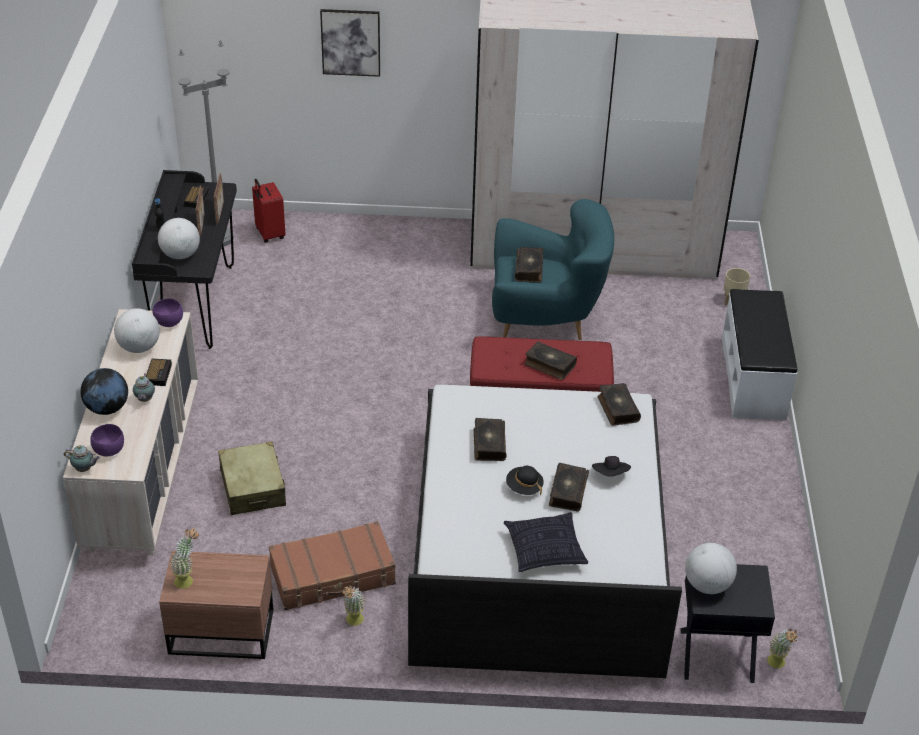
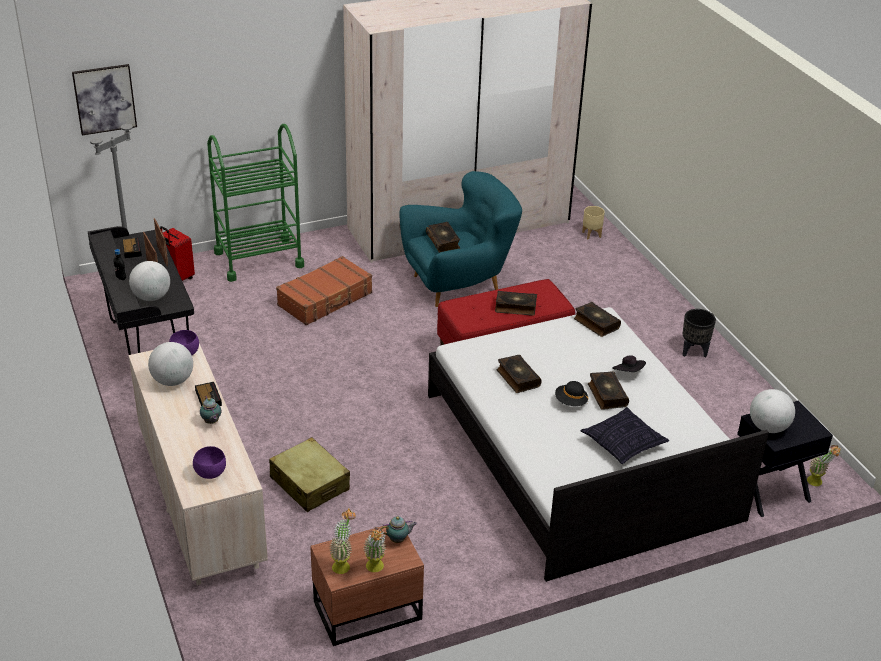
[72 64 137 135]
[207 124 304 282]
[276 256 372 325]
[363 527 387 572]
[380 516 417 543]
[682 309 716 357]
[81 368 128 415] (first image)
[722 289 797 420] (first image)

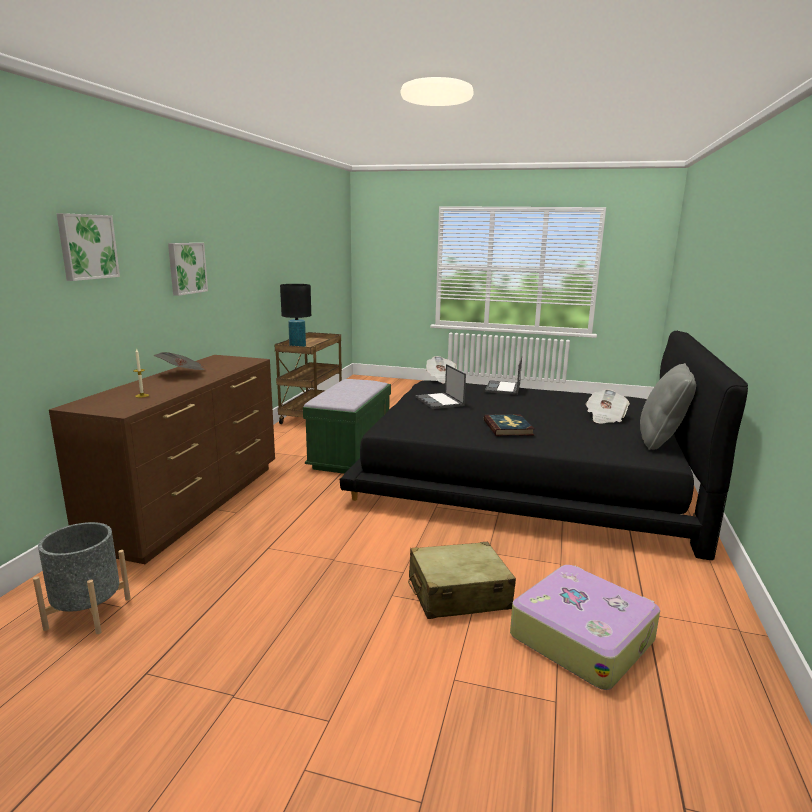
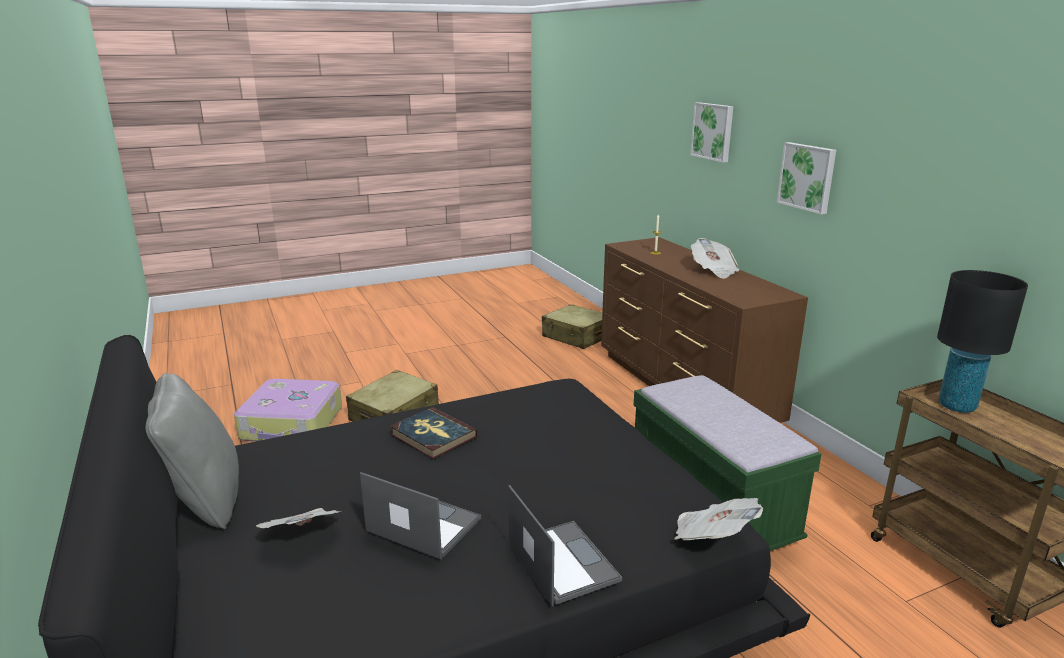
[360 472 481 560]
[542 304 602 349]

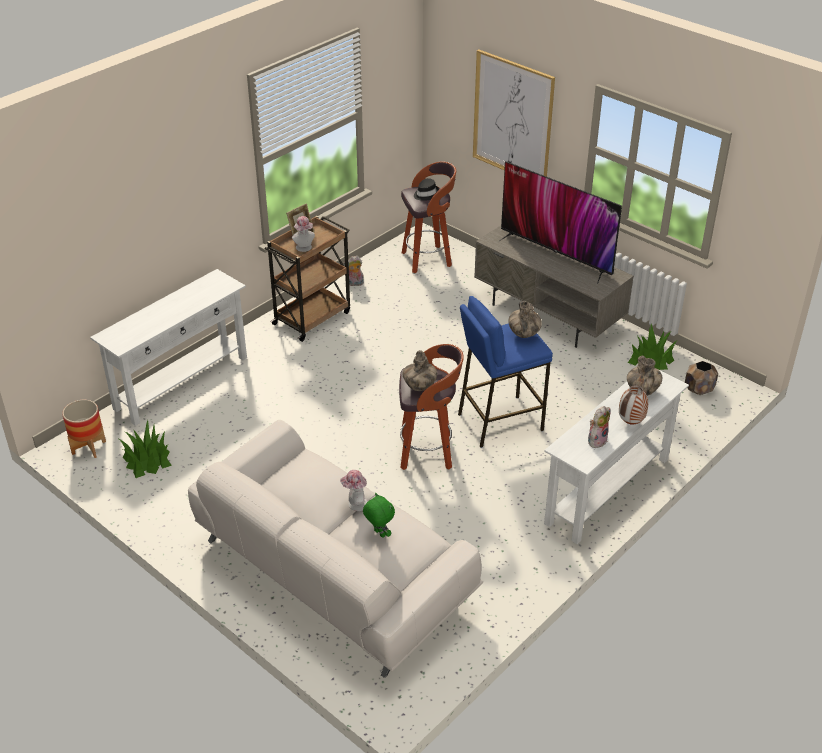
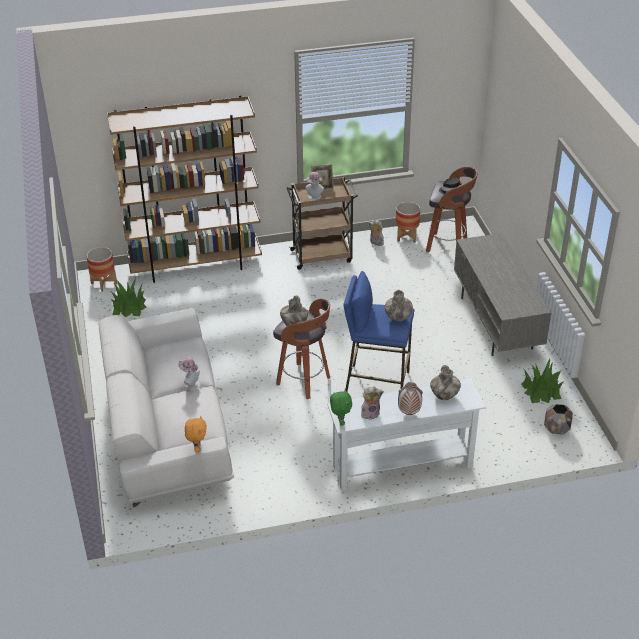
[107 95 262 283]
[185 416 207 452]
[330 389 352 426]
[396 202 420 243]
[473 50 555 177] (first image)
[499 161 622 284] (first image)

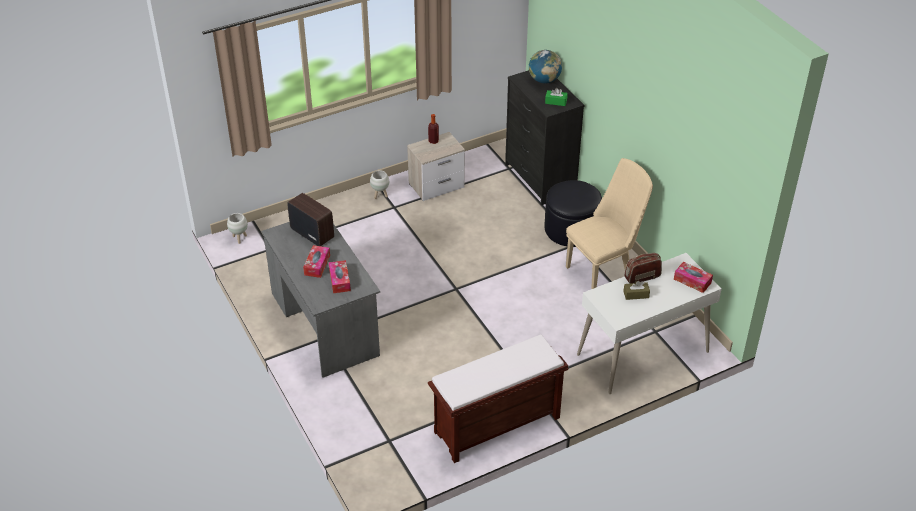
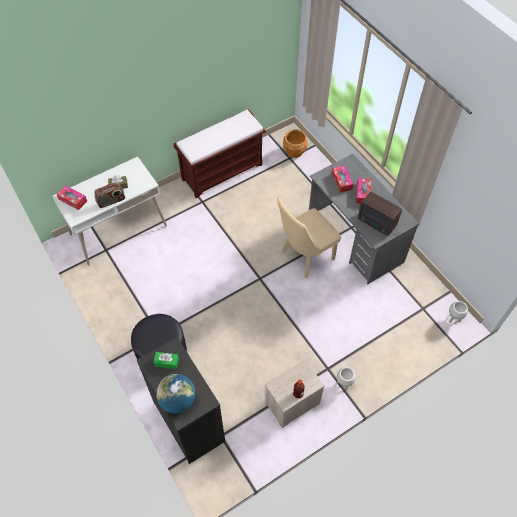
[277 198 341 278]
[283 130 308 158]

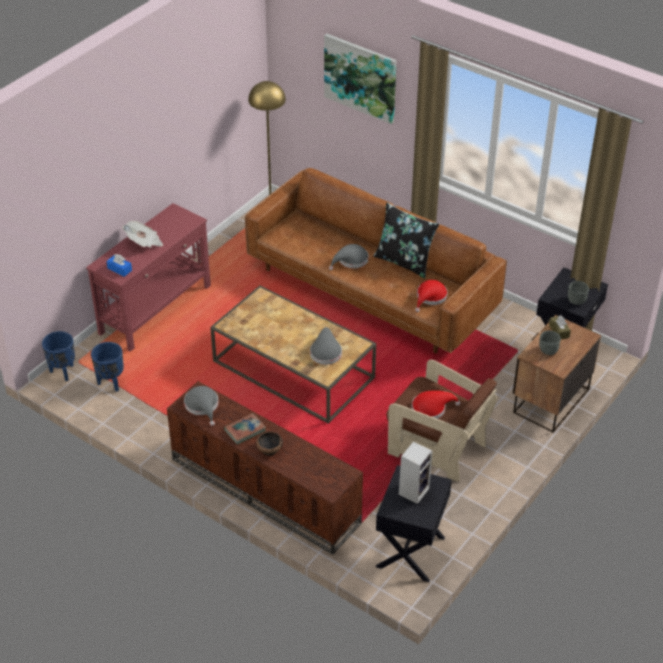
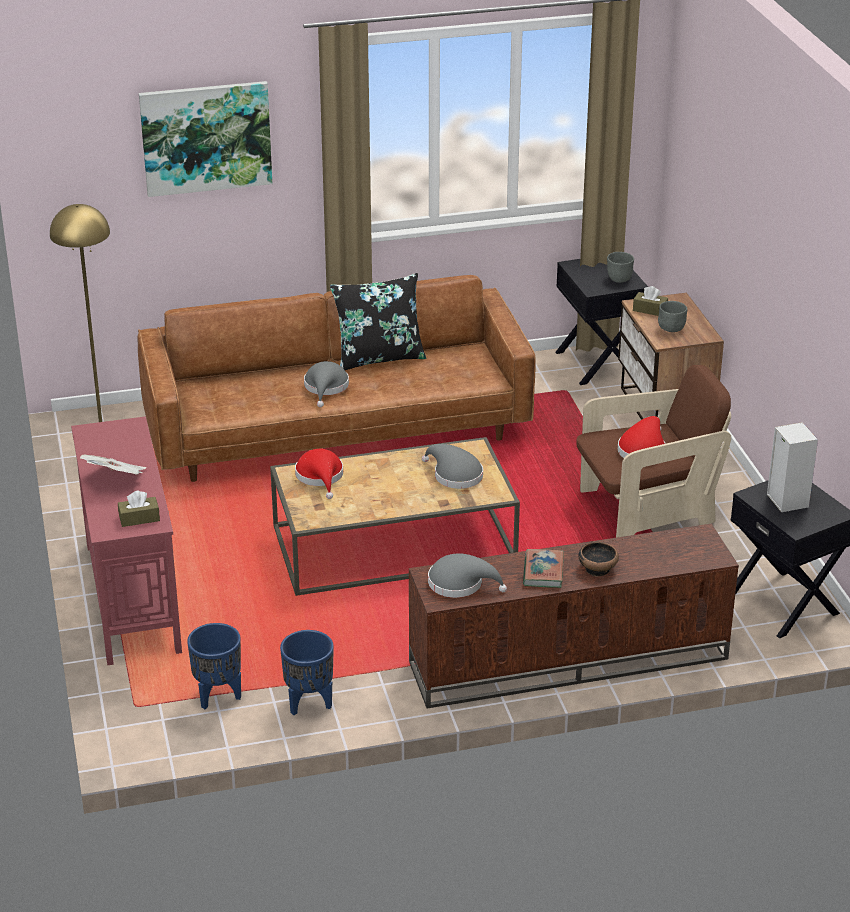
[118 490 160 527]
[280 630 334 715]
[295 449 343 499]

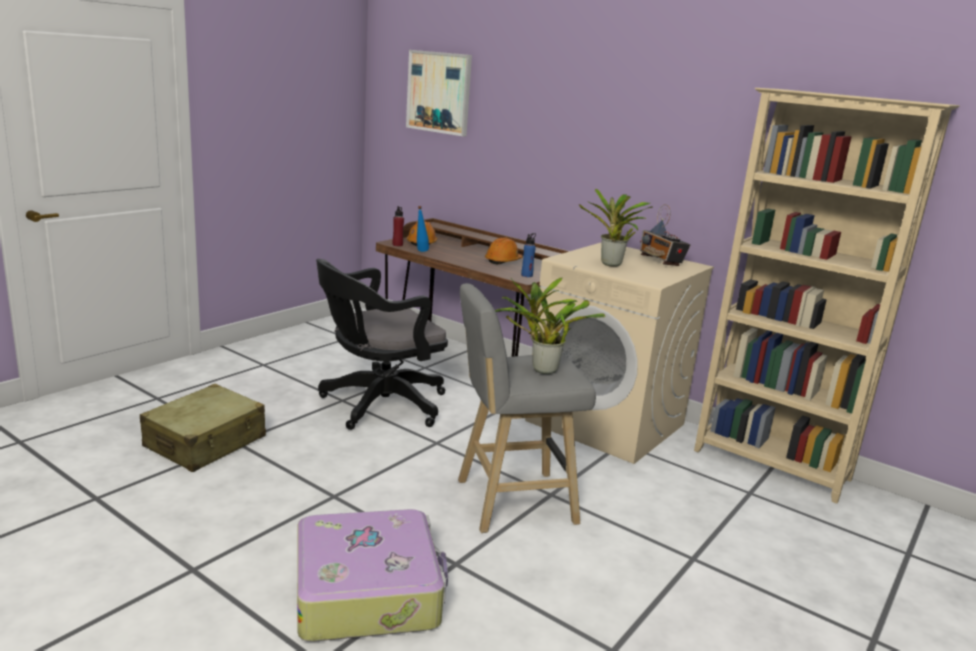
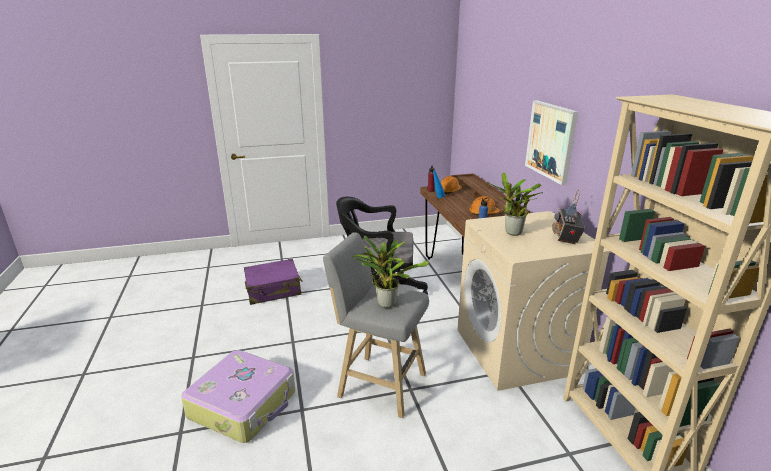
[244 259 303 305]
[525 100 578 185]

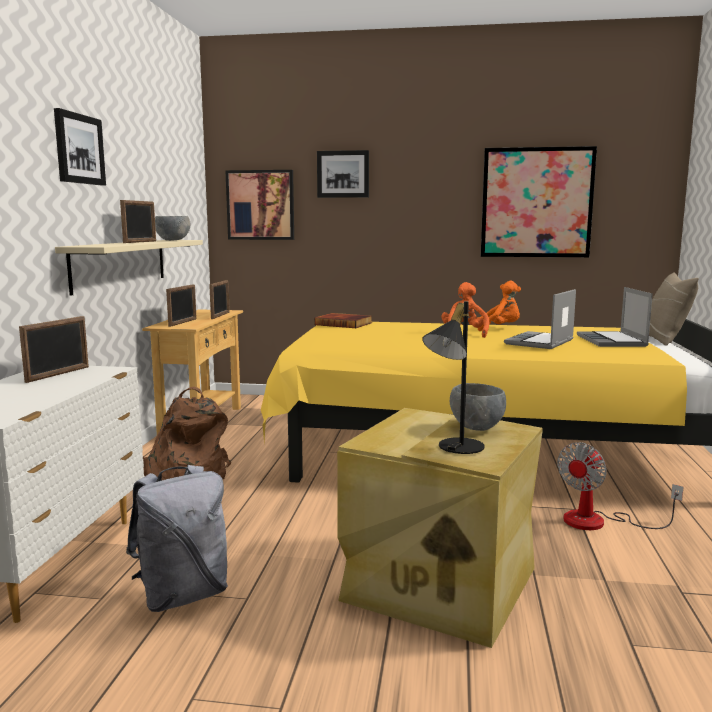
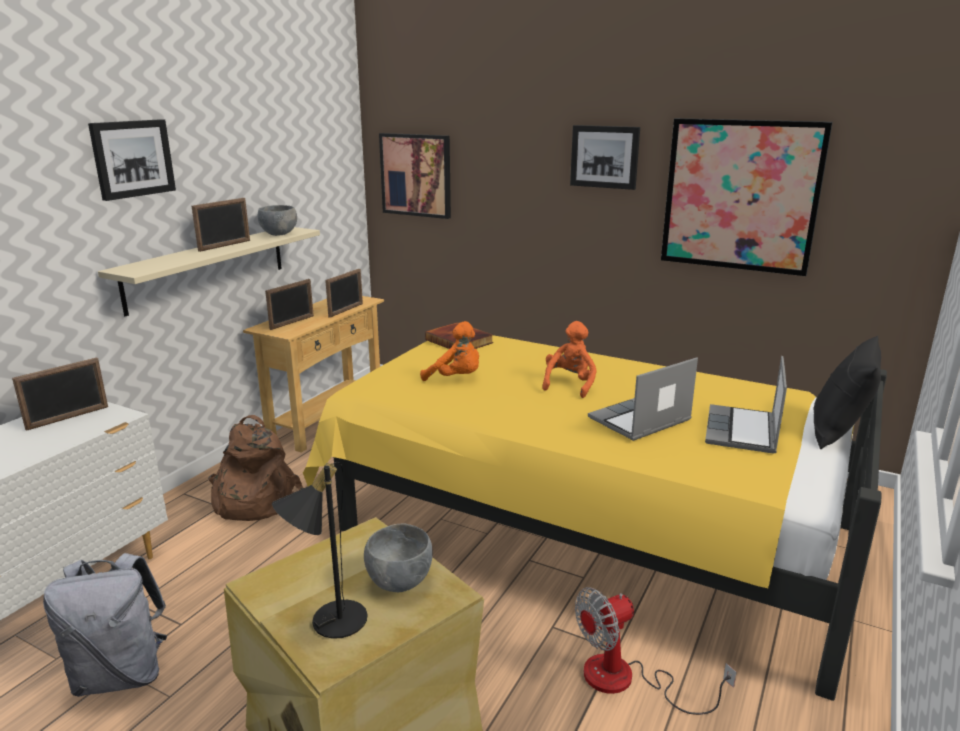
[420 321 479 381]
[570 125 640 190]
[813 336 881 449]

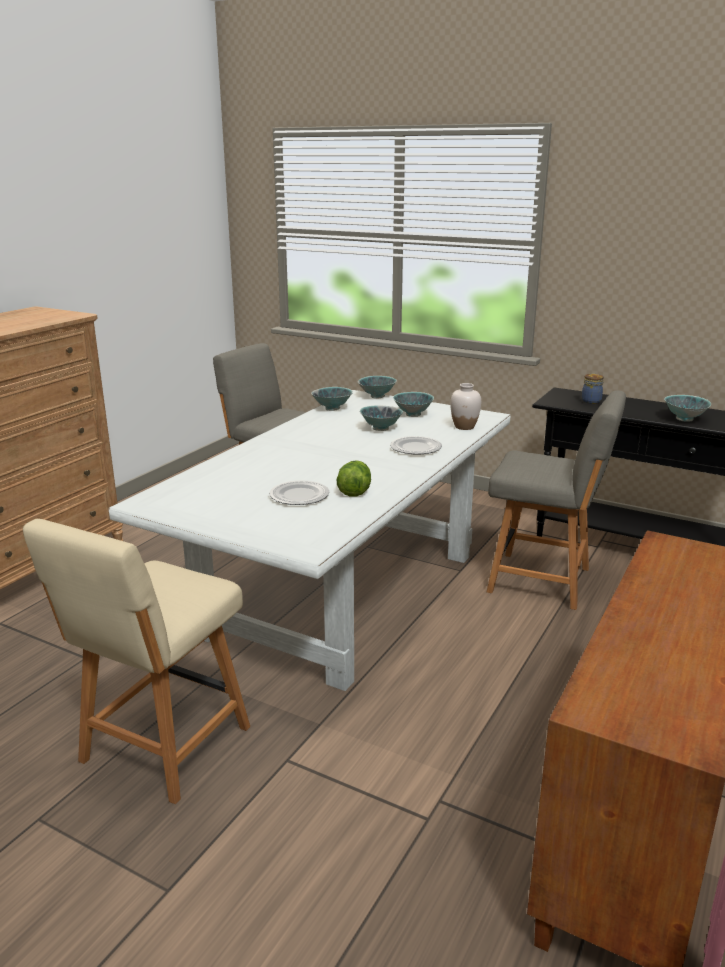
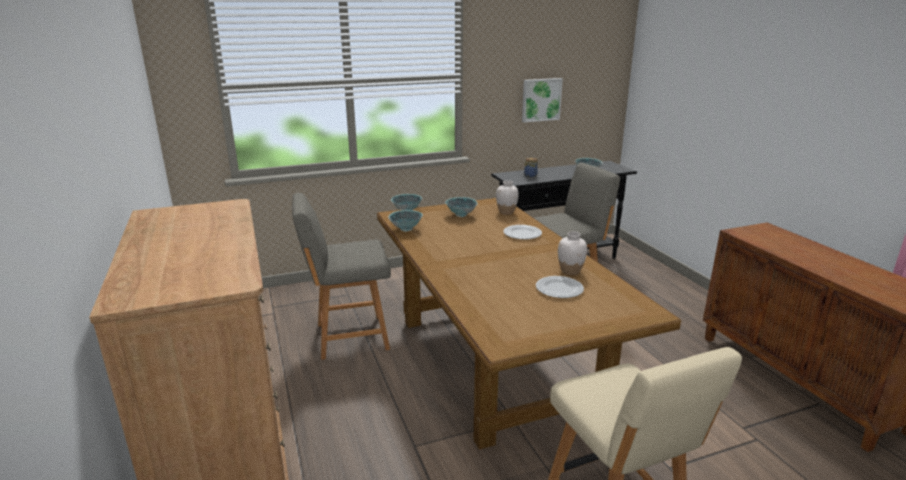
[377 198 681 450]
[522 78 563 122]
[558 231 587 275]
[360 405 403 431] (first image)

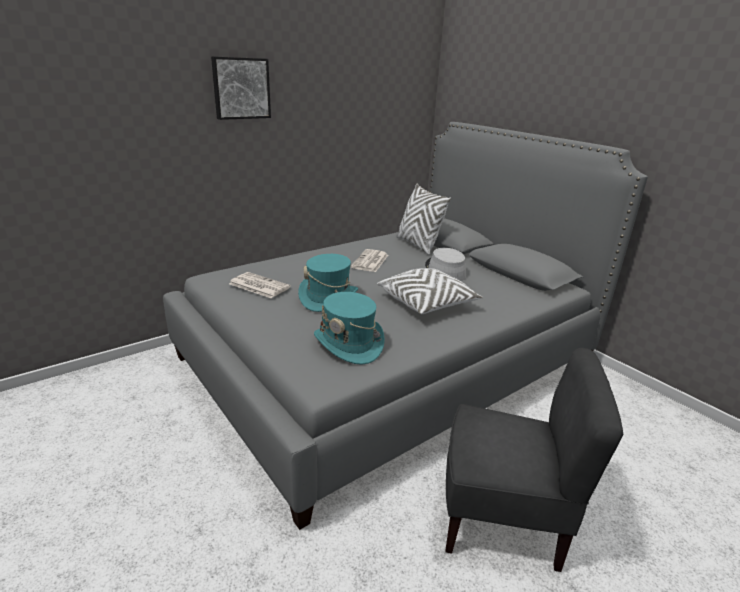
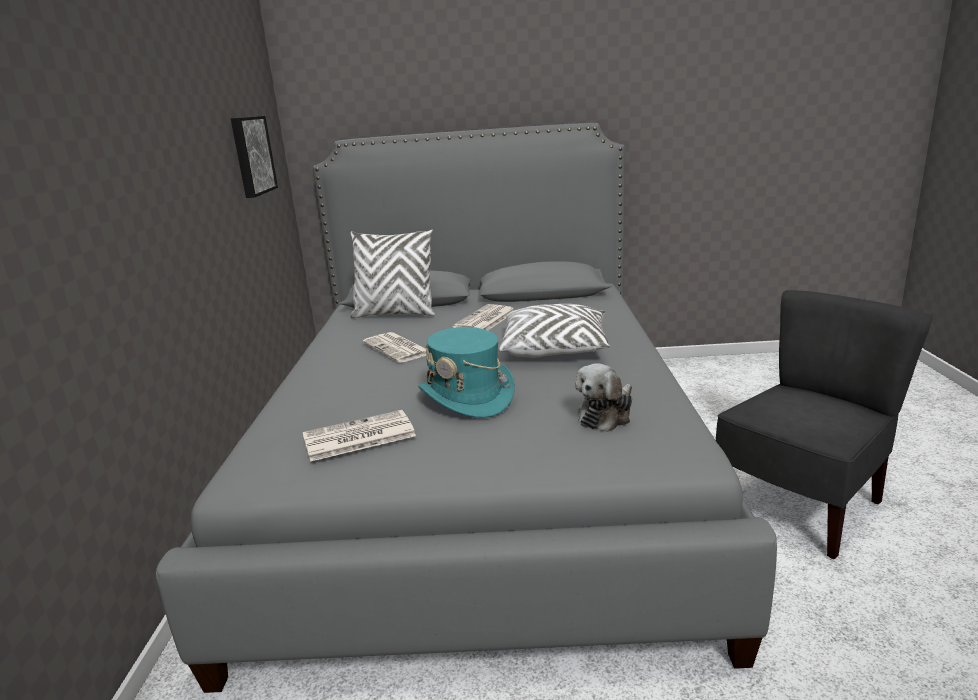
[231 116 278 198]
[452 304 514 330]
[575 363 632 432]

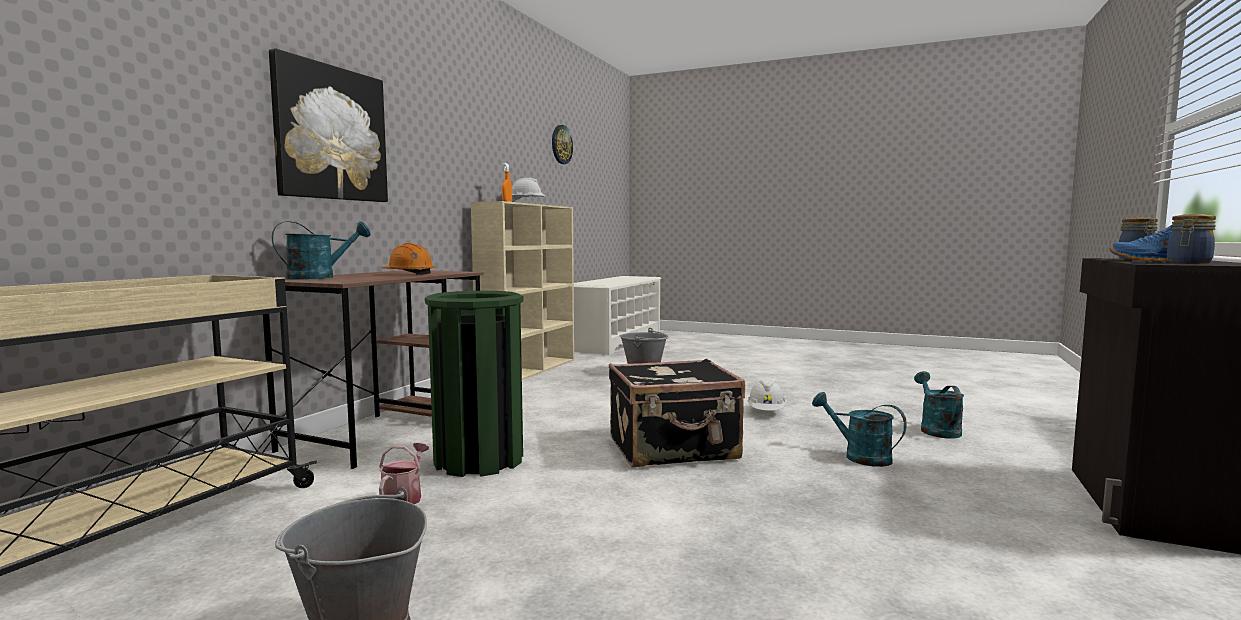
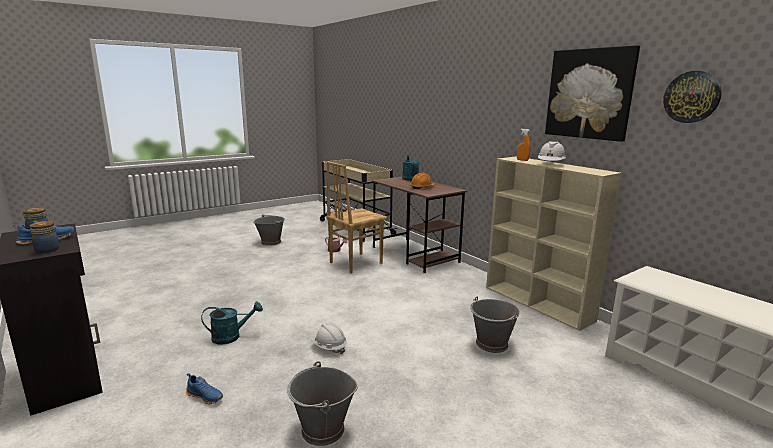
[186 373 223 404]
[287 361 358 446]
[326 161 387 273]
[545 45 640 142]
[609 359 745 467] (first image)

